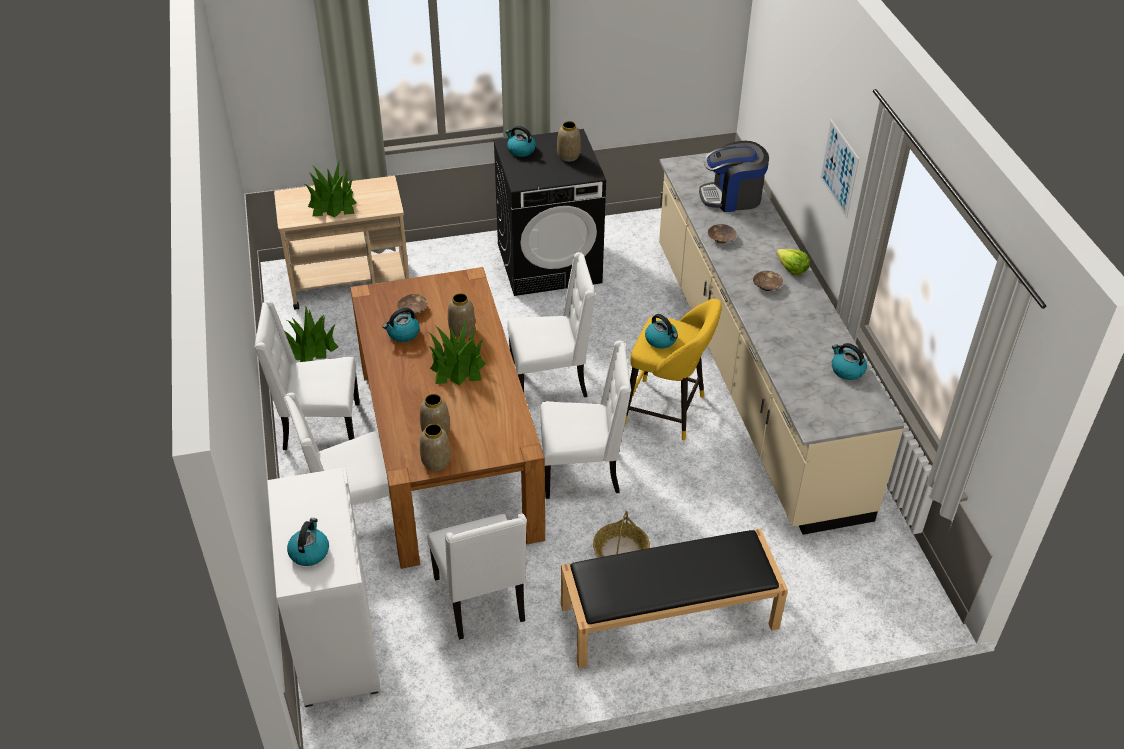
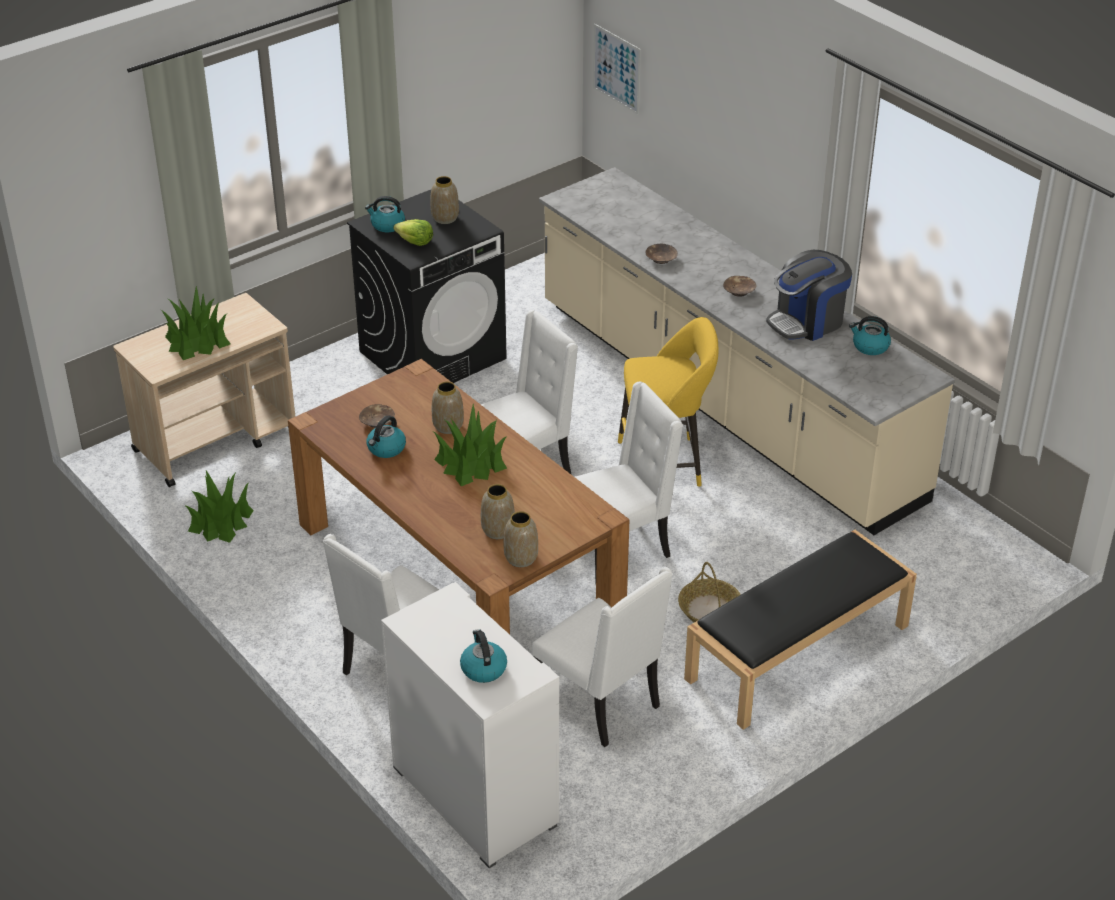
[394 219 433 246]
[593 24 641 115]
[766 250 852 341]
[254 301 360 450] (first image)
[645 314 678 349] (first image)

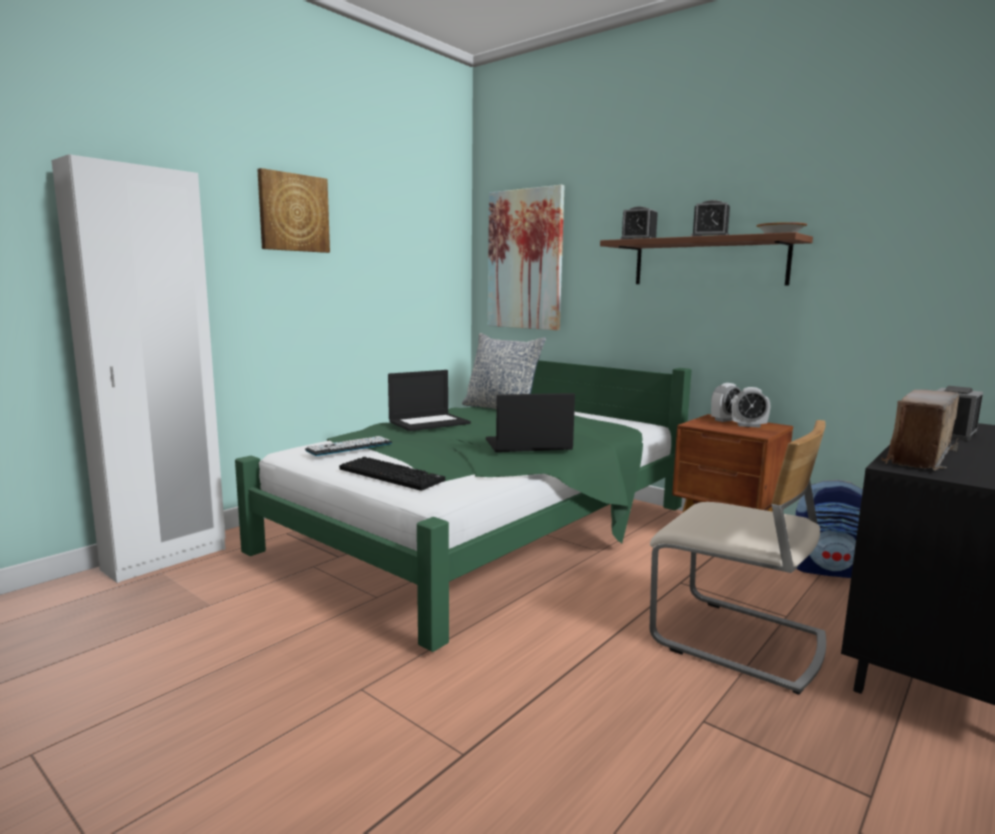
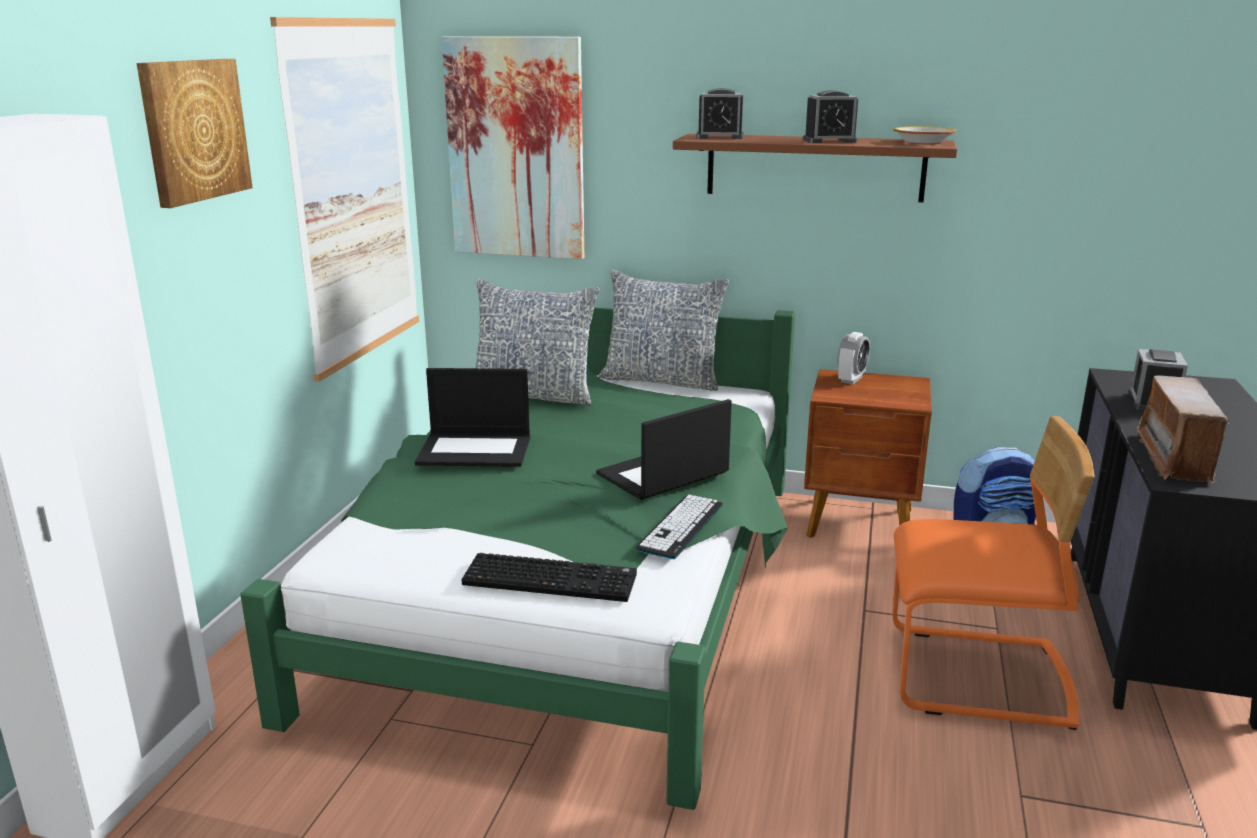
[270 17 419 382]
[415 368 530 467]
[598 270 729 391]
[636 495 722 559]
[892 416 1095 730]
[732 387 770 428] (first image)

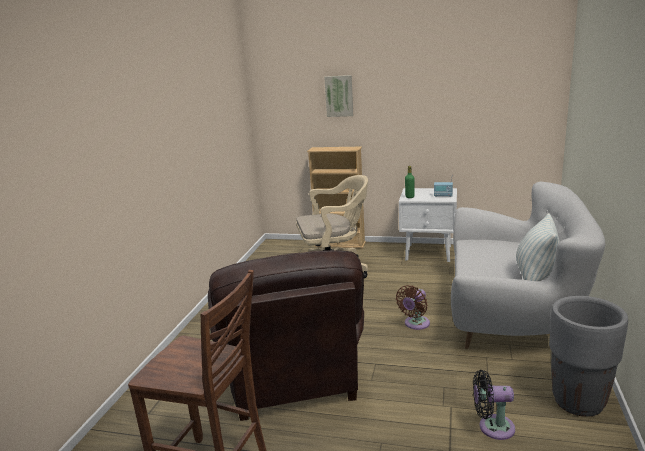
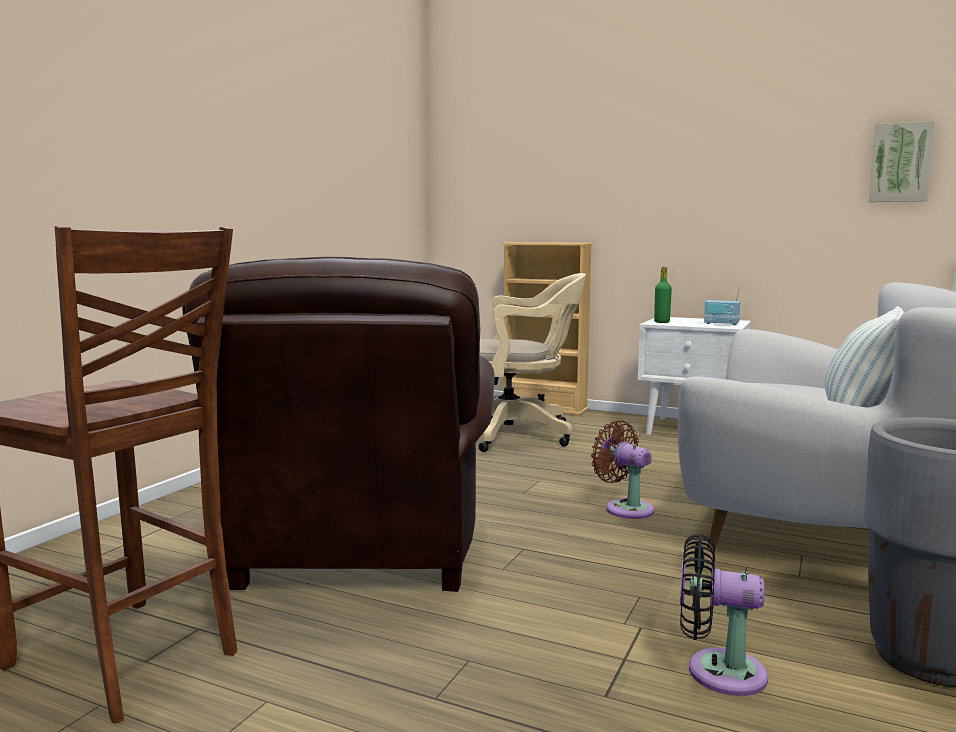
[591 420 655 519]
[869 121 935 202]

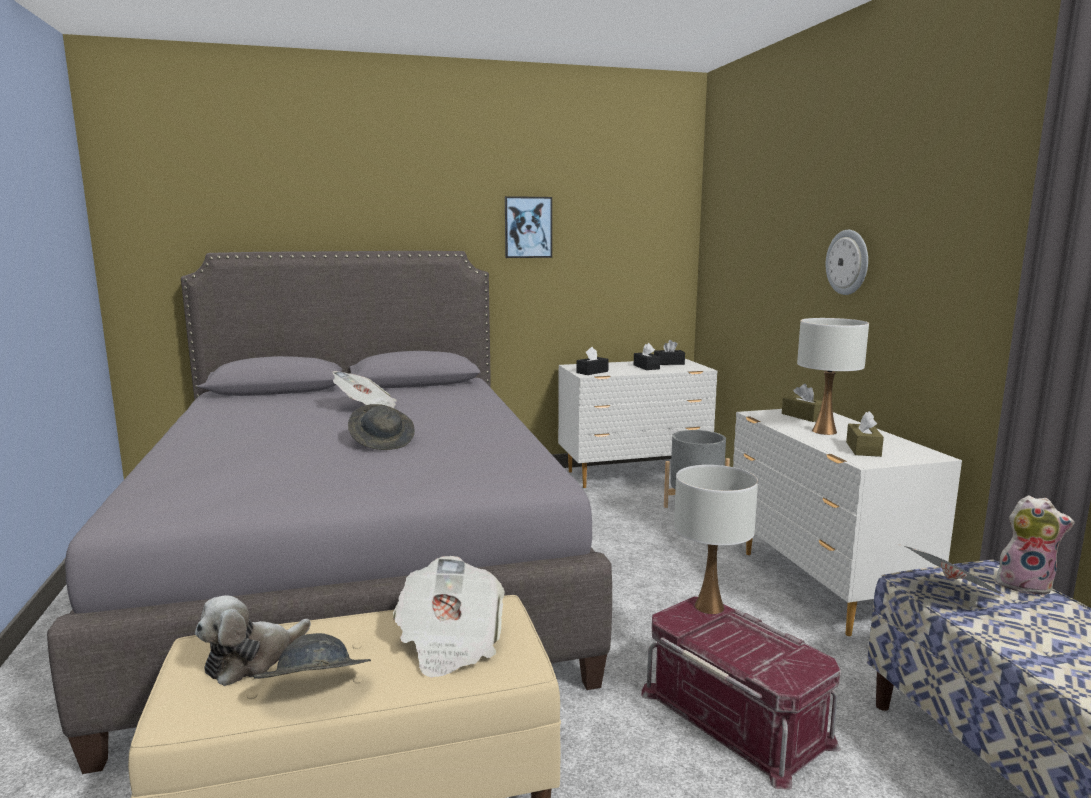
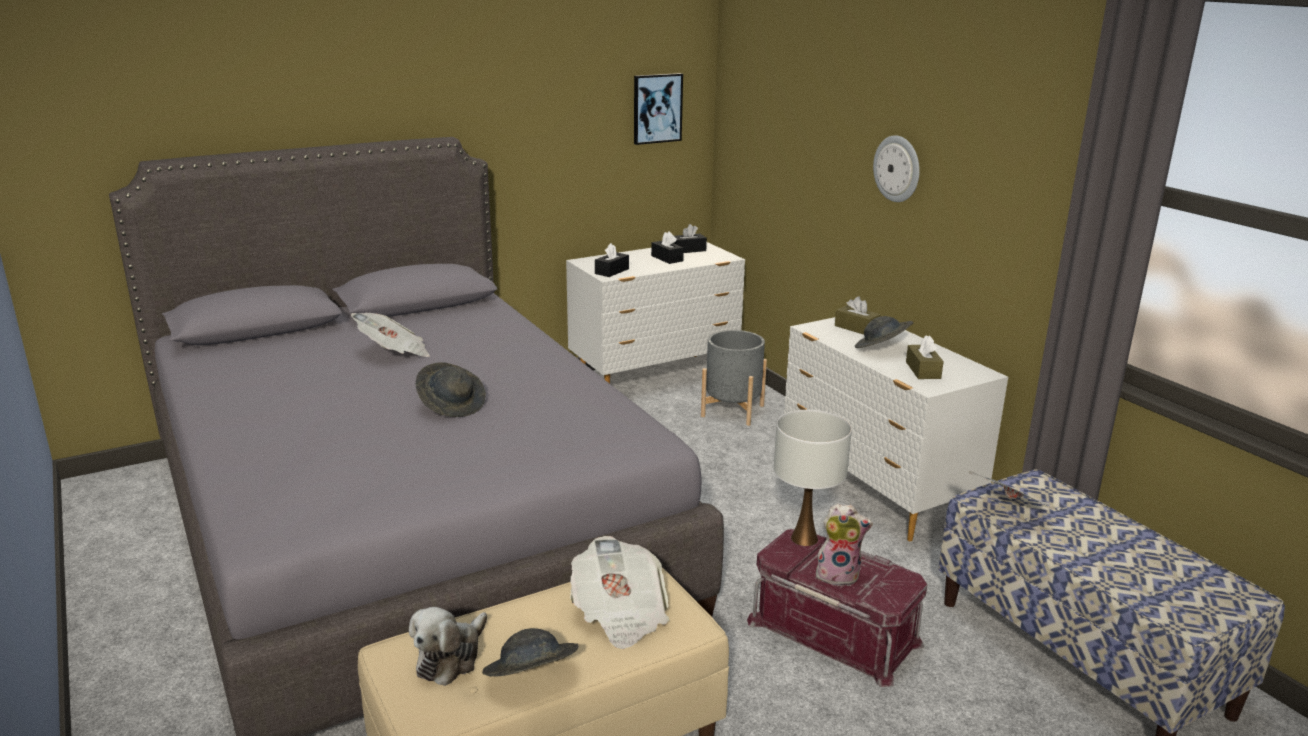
[634 73 683 145]
[816 503 873 586]
[855 316 914 348]

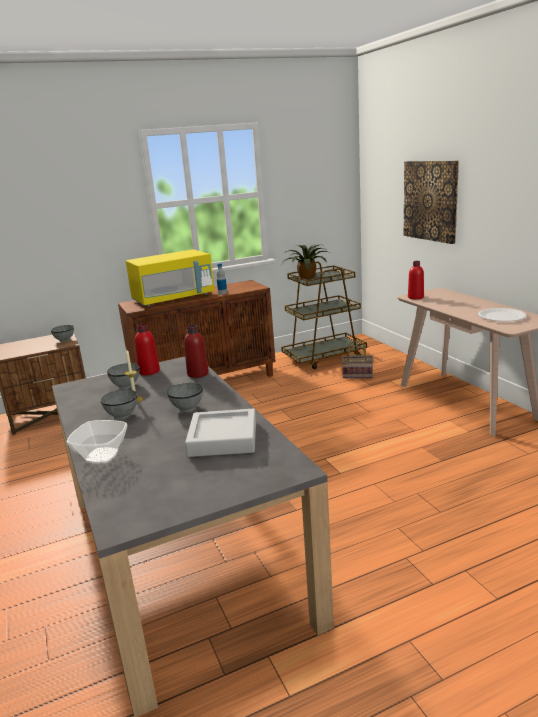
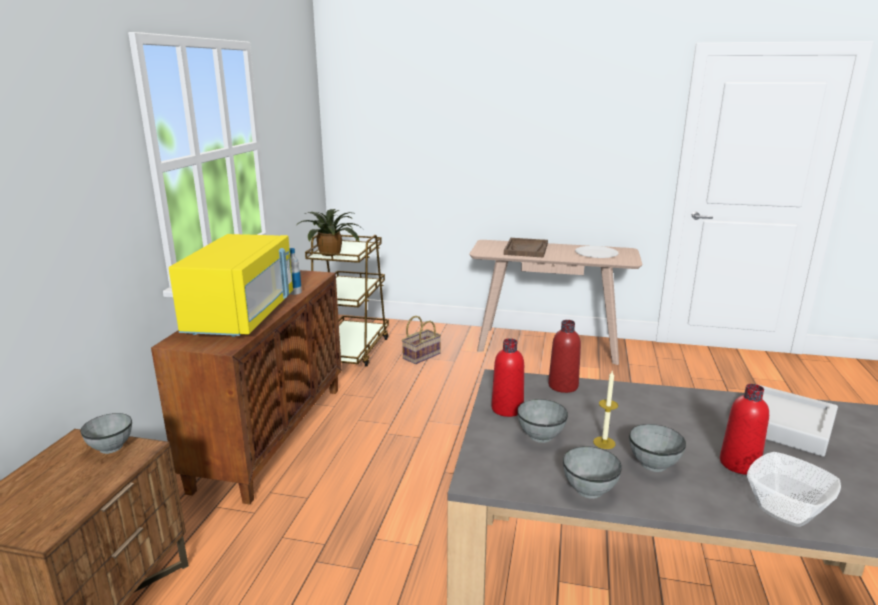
[504 238 548 258]
[563 446 622 499]
[720 384 769 475]
[404 161 459 244] (first image)

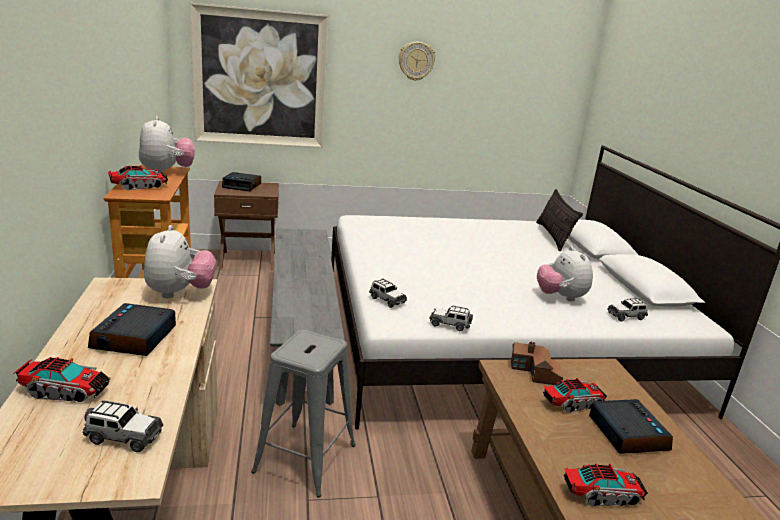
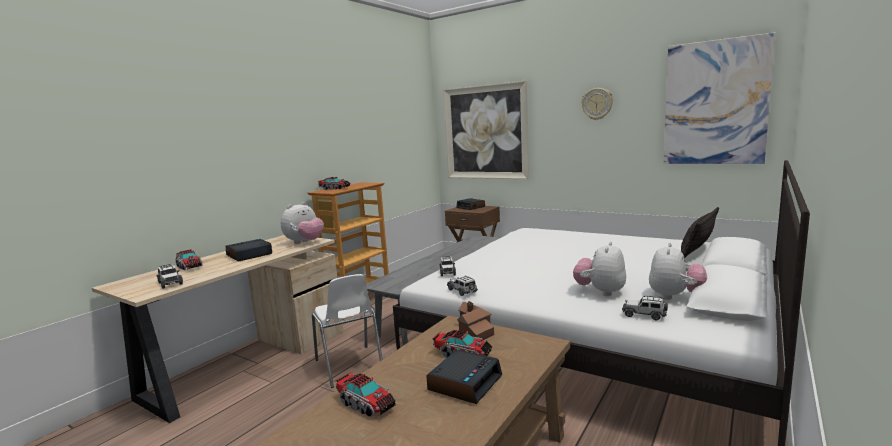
[312 274 383 388]
[649 243 707 300]
[664 32 776 164]

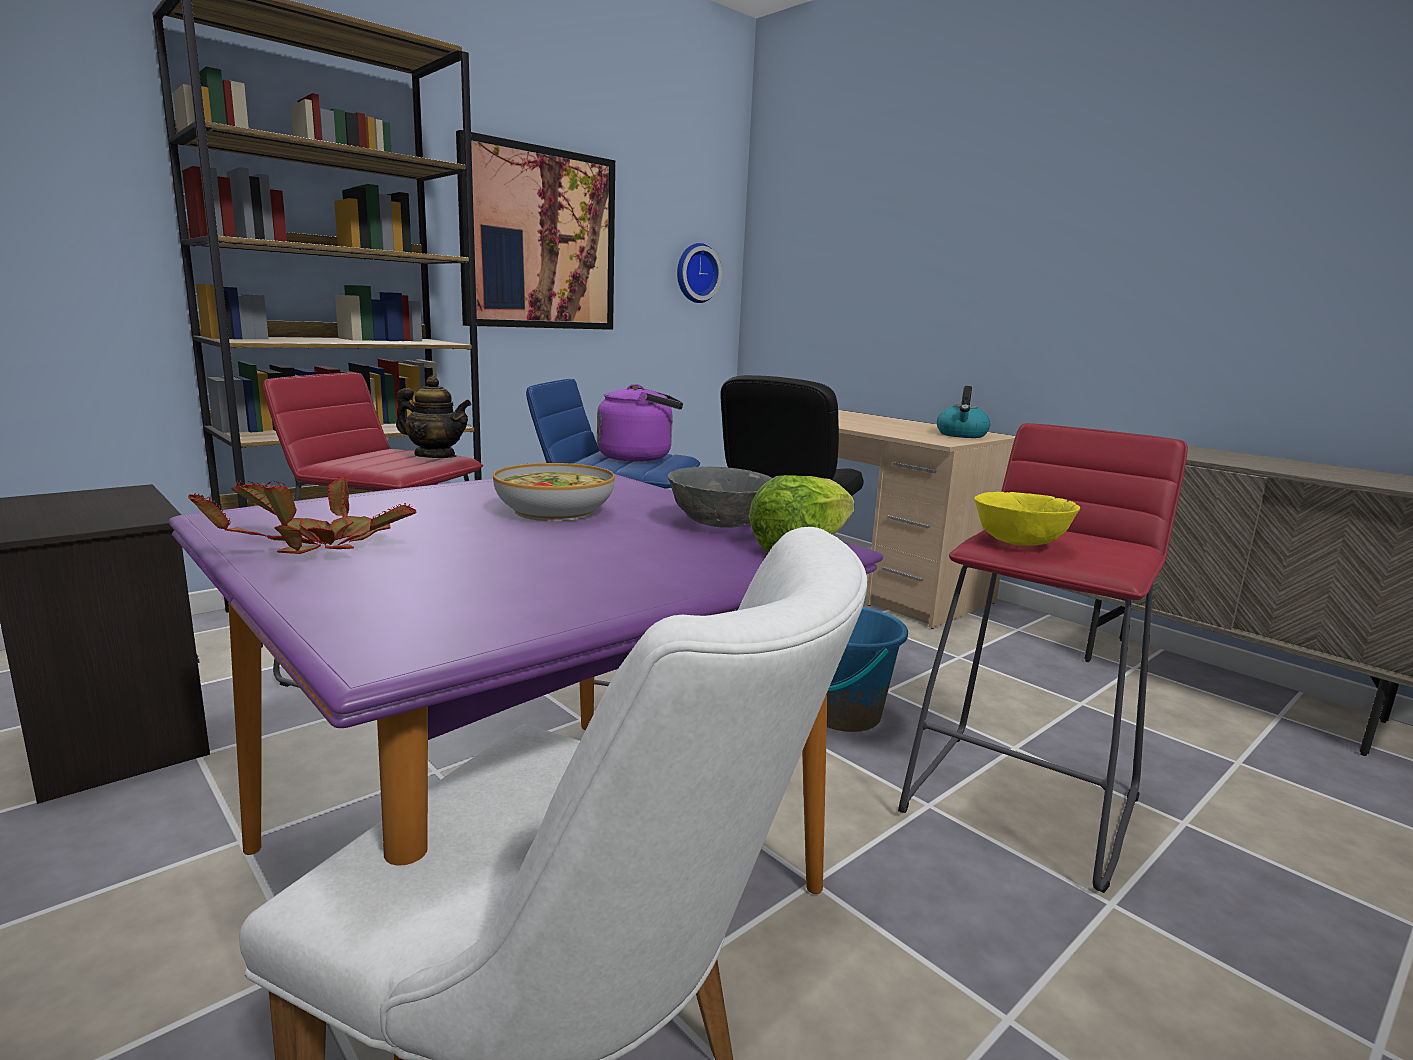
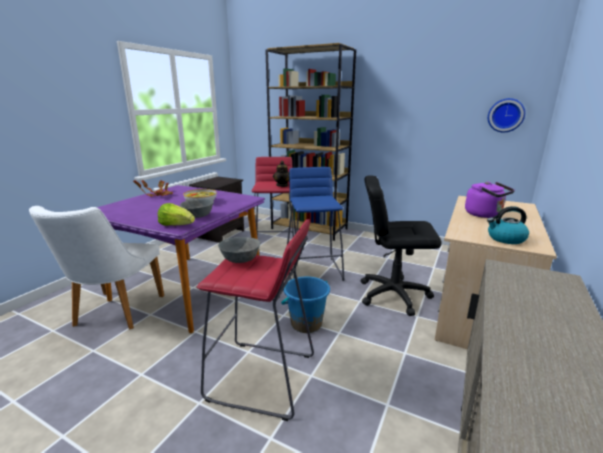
[218 237 261 263]
[465 182 515 218]
[456 130 615 330] (first image)

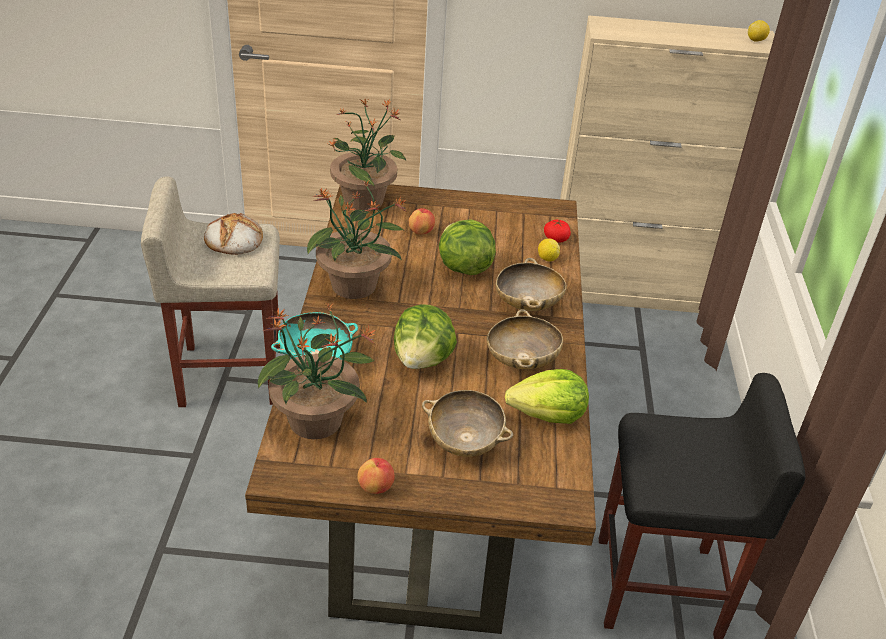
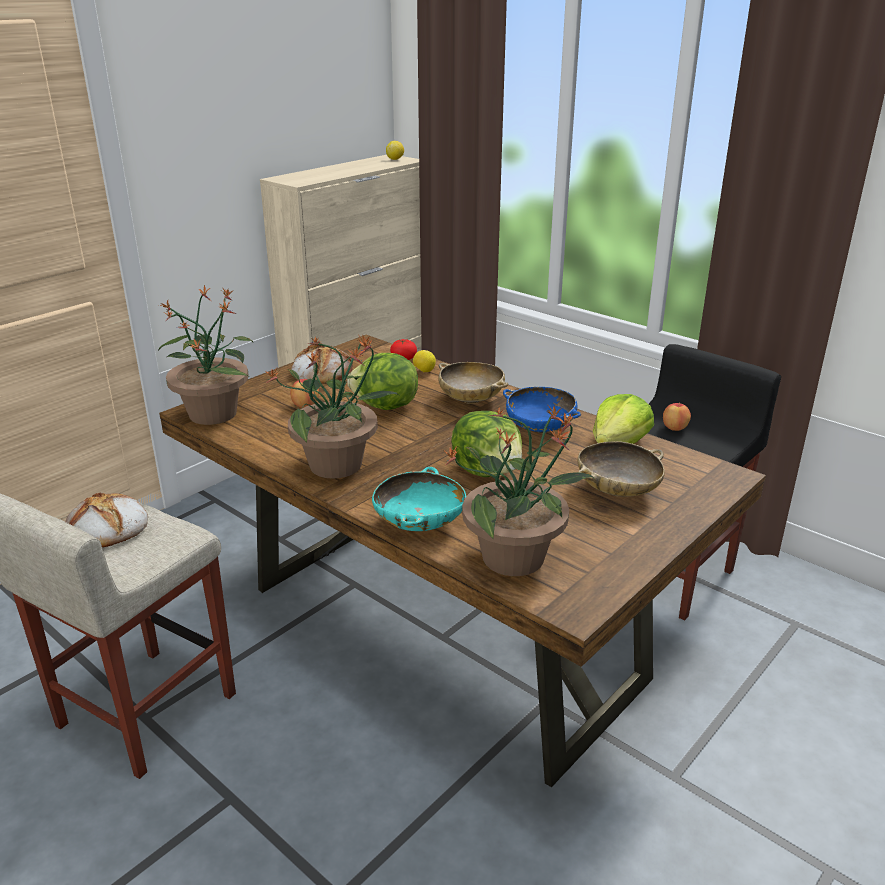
[291 342 353 384]
[503 387 581 433]
[663 402 691 431]

